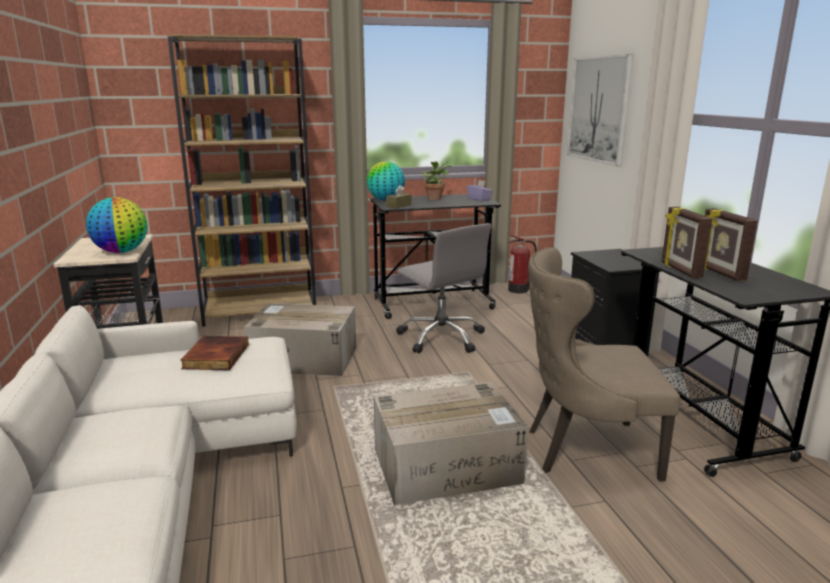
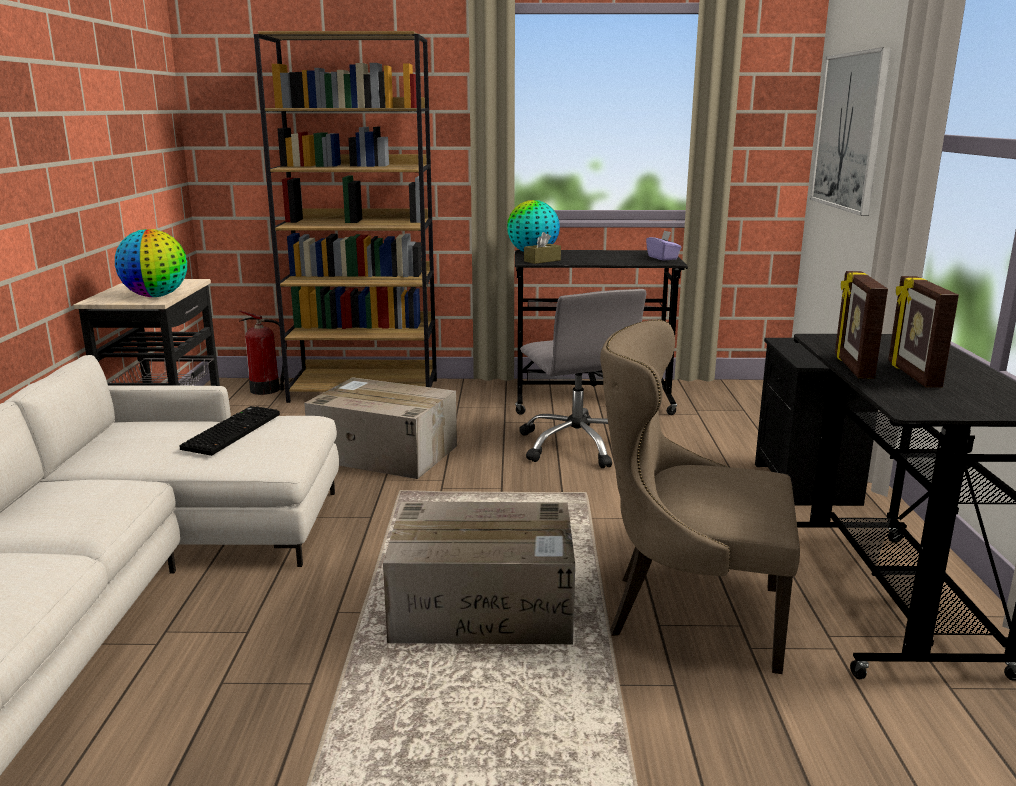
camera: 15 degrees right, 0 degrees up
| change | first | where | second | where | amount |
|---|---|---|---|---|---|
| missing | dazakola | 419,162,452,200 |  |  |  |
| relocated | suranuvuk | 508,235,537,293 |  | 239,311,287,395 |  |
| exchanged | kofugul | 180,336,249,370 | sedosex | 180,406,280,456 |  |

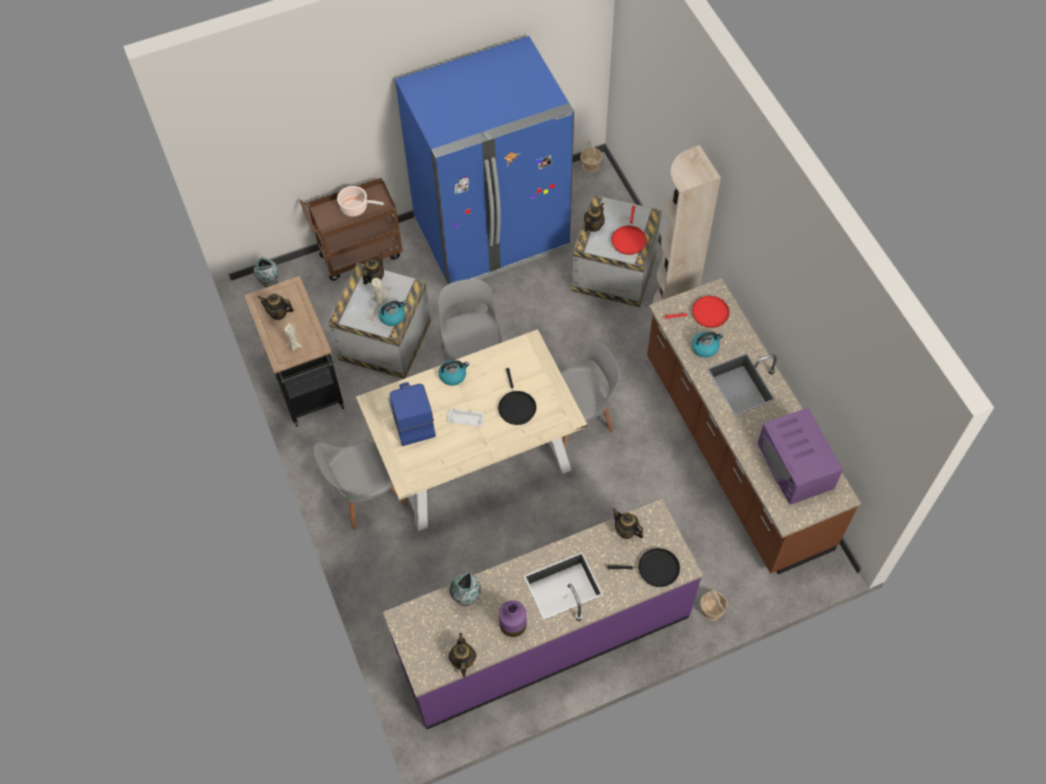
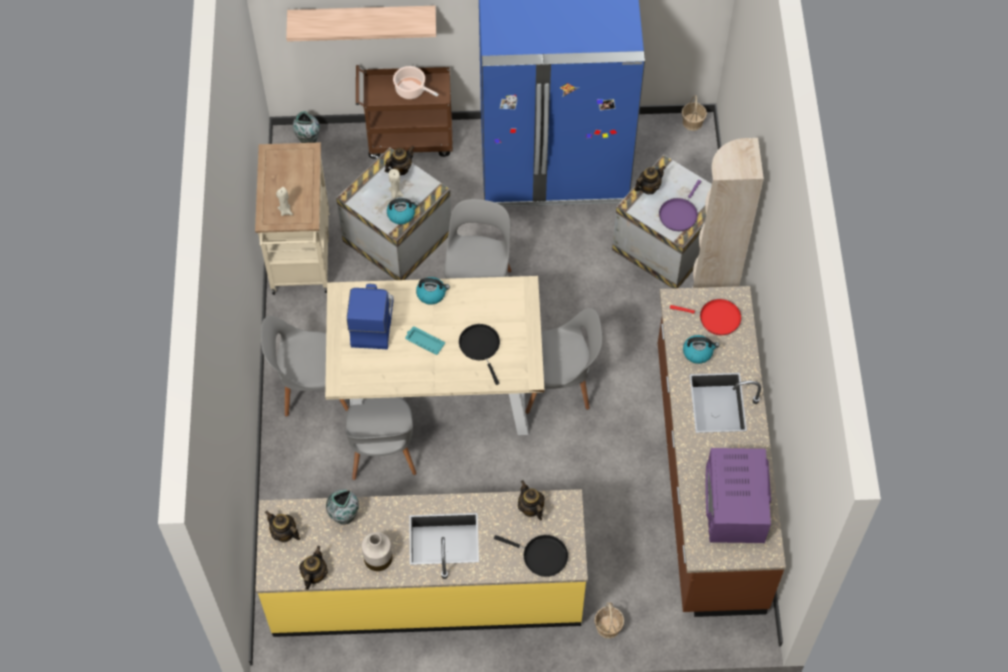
camera: 20 degrees right, 0 degrees up
| change | first | where | second | where | amount |
|---|---|---|---|---|---|
| appeared |  |  | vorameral | 286,6,436,42 |  |
| appeared |  |  | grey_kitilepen | 346,397,416,480 |  |
| relocated | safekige | 258,294,294,320 |  | 265,511,300,542 |  |
| colour | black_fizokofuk | 244,276,344,427 | beige_fizokofuk | 255,142,330,295 |  |
| colour | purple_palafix | 383,499,703,729 | yellow_palafix | 256,489,588,637 |  |
| colour | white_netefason | 447,409,485,427 | turquoise_netefason | 405,327,445,355 |  |
| colour | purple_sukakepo | 499,600,527,637 | beige_sukakepo | 362,532,393,571 |  |
| colour | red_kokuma | 611,206,646,255 | purple_kokuma | 659,180,701,231 |  |
| spun | black_kokuma | 498,368,536,425 |  | 459,324,500,385 | 150 degrees clockwise |

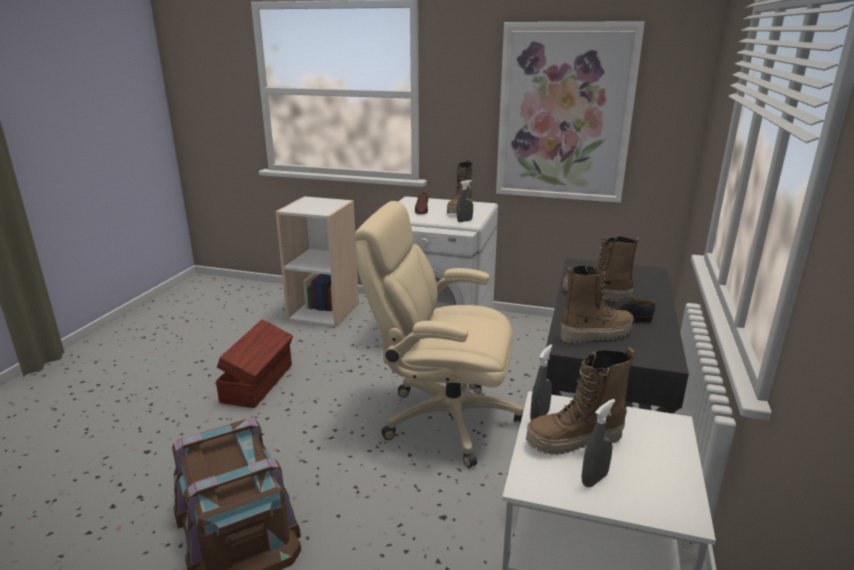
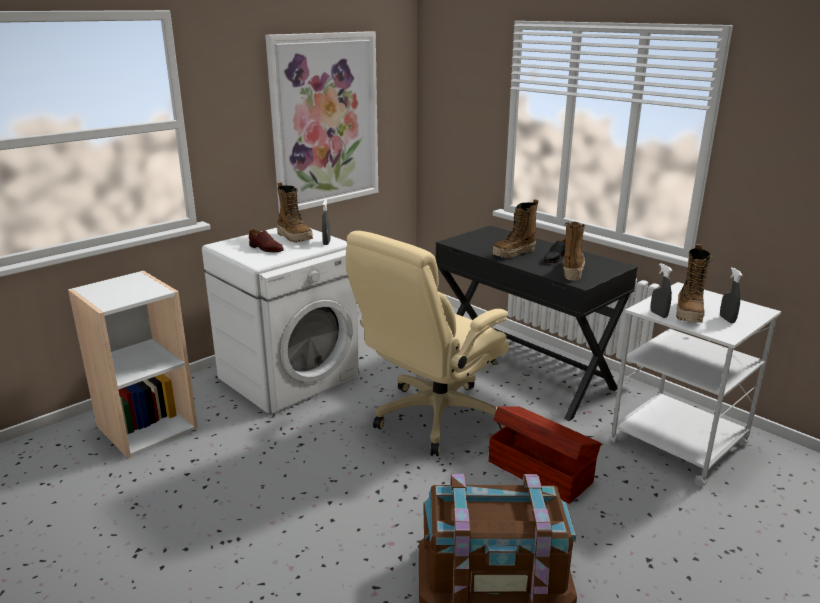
camera: 60 degrees left, 0 degrees up
| change | first | where | second | where | amount |
|---|---|---|---|---|---|
| relocated | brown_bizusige | 216,319,293,408 |  | 489,406,601,504 |  |

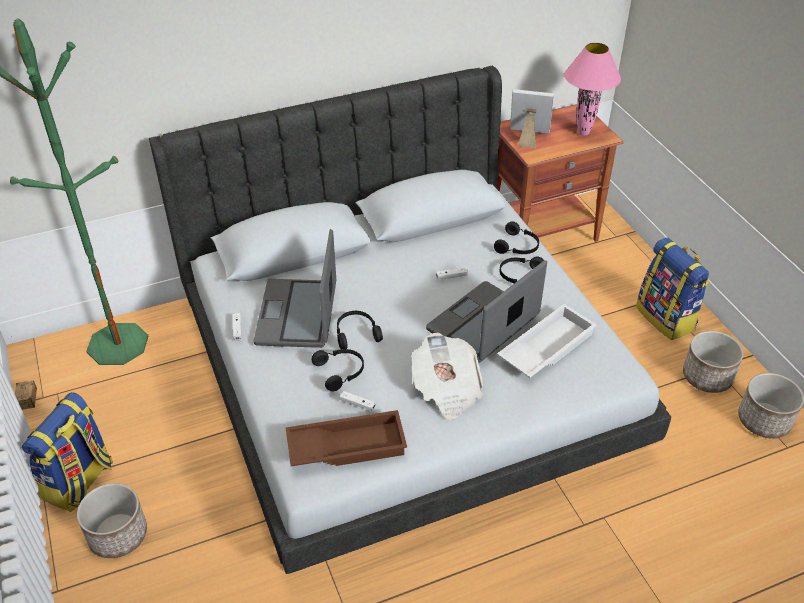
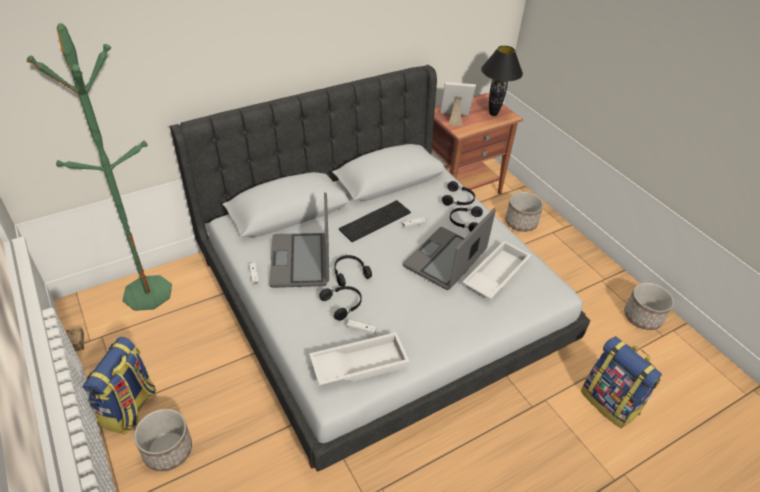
camera: 10 degrees left, 0 degrees up
| change | first | where | second | where | amount |
|---|---|---|---|---|---|
| missing | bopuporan | 411,332,484,420 |  |  |  |
| appeared |  |  | sedosex | 339,200,411,242 |  |
| relocated | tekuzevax | 636,238,709,340 |  | 581,336,662,428 |  |
| relocated | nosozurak | 683,331,744,393 |  | 505,192,544,232 |  |
| colour | brown_netefason | 286,410,407,466 | white_netefason | 309,332,409,385 |  |
| colour | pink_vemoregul | 564,42,621,136 | black_vemoregul | 481,46,523,116 |  |

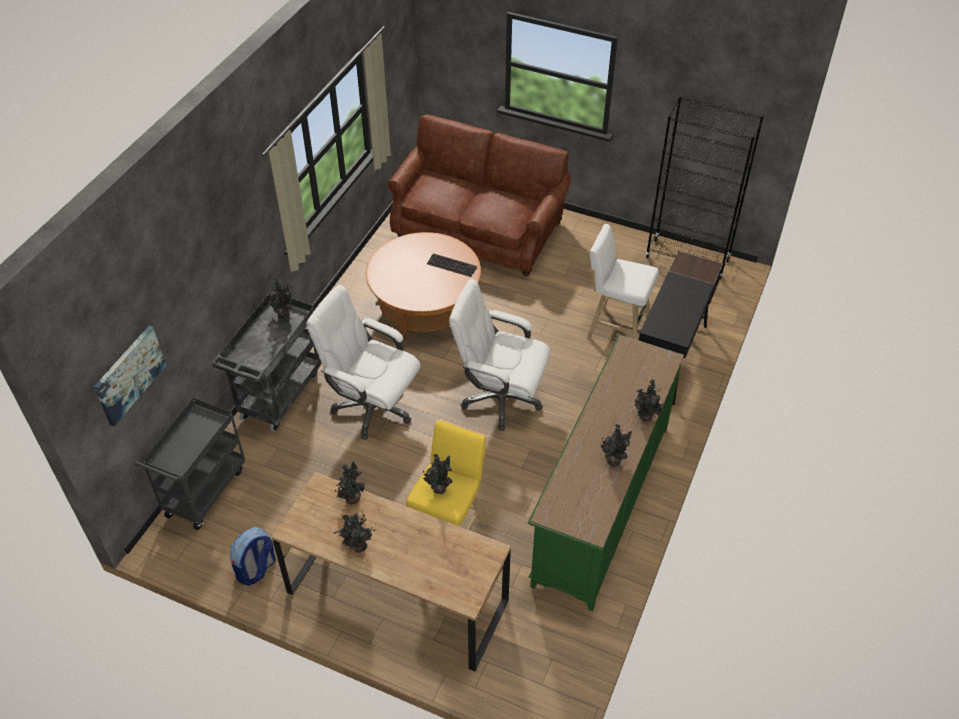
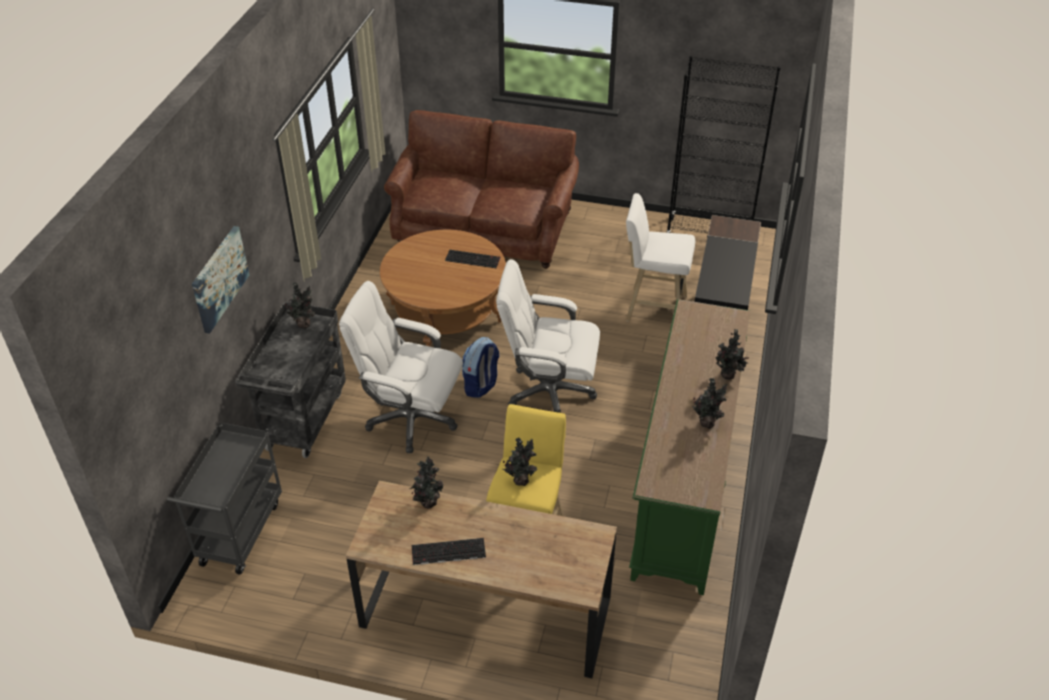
camera: 10 degrees left, 5 degrees down
| change | first | where | second | where | amount |
|---|---|---|---|---|---|
| relocated | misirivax | 94,326,166,426 |  | 192,226,249,334 |  |
| relocated | tekuzevax | 230,527,276,586 |  | 462,337,499,398 |  |
| exchanged | dazakola | 333,512,374,553 | sedosex | 412,538,486,565 |  |

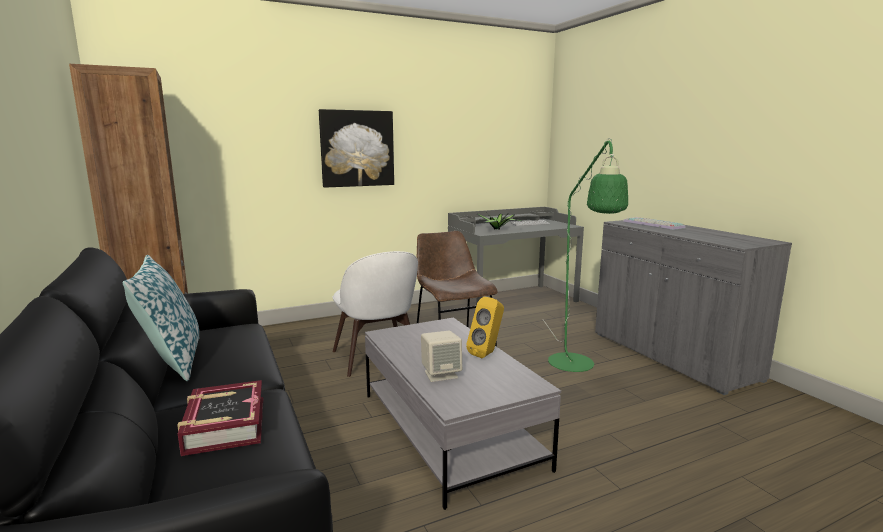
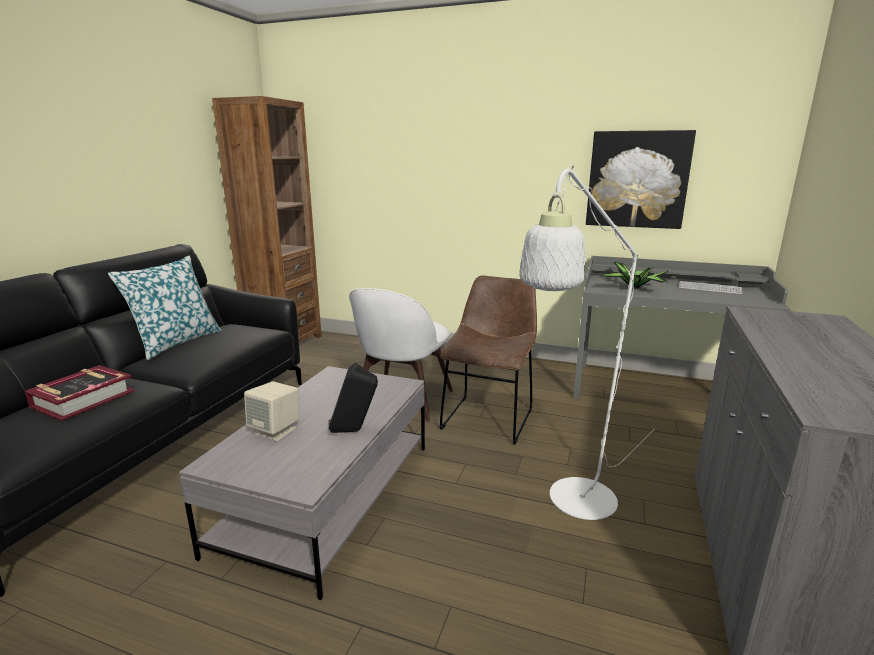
camera: 45 degrees right, 5 degrees up
| change | first | where | second | where | amount |
|---|---|---|---|---|---|
| missing | sedosex | 623,217,686,230 |  |  |  |
| relocated | misirivax | 319,109,394,188 |  | 586,130,696,229 |  |
| colour | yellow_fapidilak | 466,297,504,358 | black_fapidilak | 329,363,378,433 |  |
| colour | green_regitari | 543,138,628,372 | white_regitari | 519,164,655,520 |  |

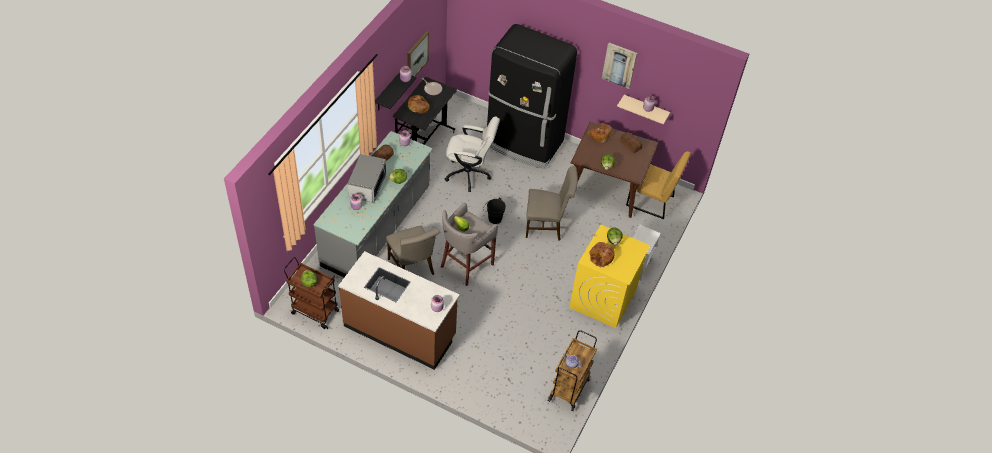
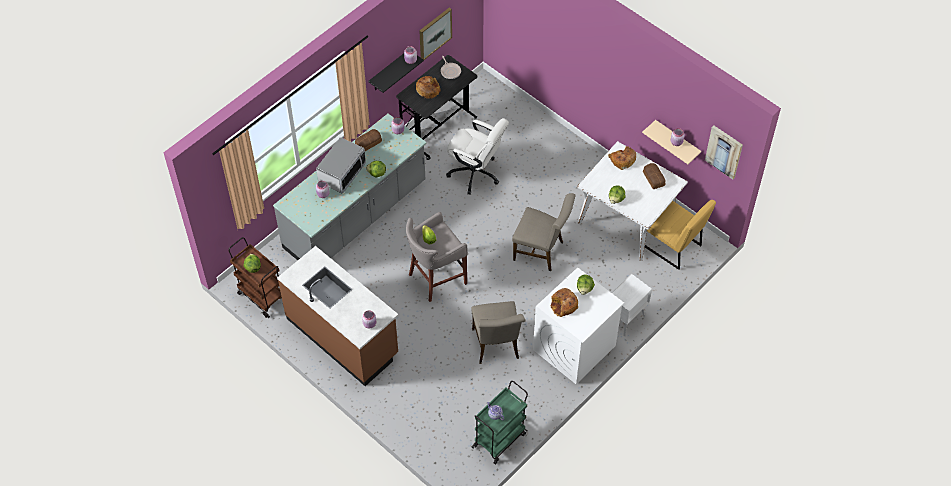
camera: 20 degrees right, 5 degrees up
| change | first | where | second | where | amount |
|---|---|---|---|---|---|
| missing | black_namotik | 483,198,506,224 |  |  |  |
| missing | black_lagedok | 487,24,577,169 |  |  |  |
| relocated | beige_kitilepen | 386,226,440,275 |  | 471,301,526,364 |  |
| relocated | misirivax | 602,43,637,89 |  | 705,125,743,180 |  |
| colour | brown_fizokofuk | 548,330,597,411 | green_fizokofuk | 472,381,528,464 |  |
| colour | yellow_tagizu | 569,225,651,328 | white_tagizu | 533,267,624,384 |  |
| colour | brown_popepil | 571,122,658,218 | white_popepil | 577,141,688,261 |  |

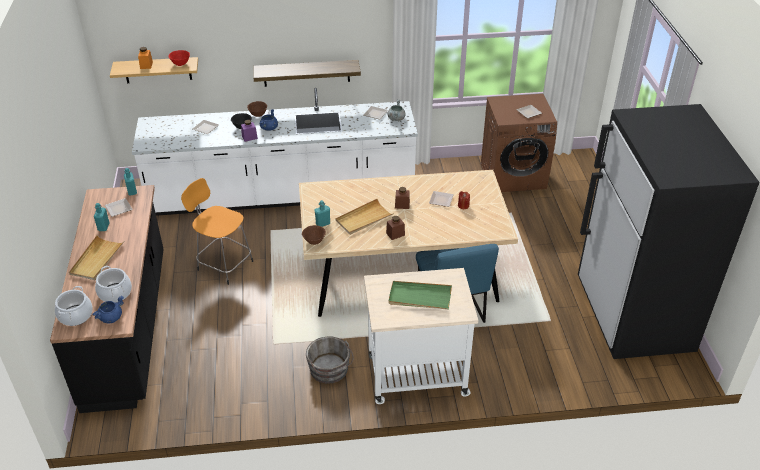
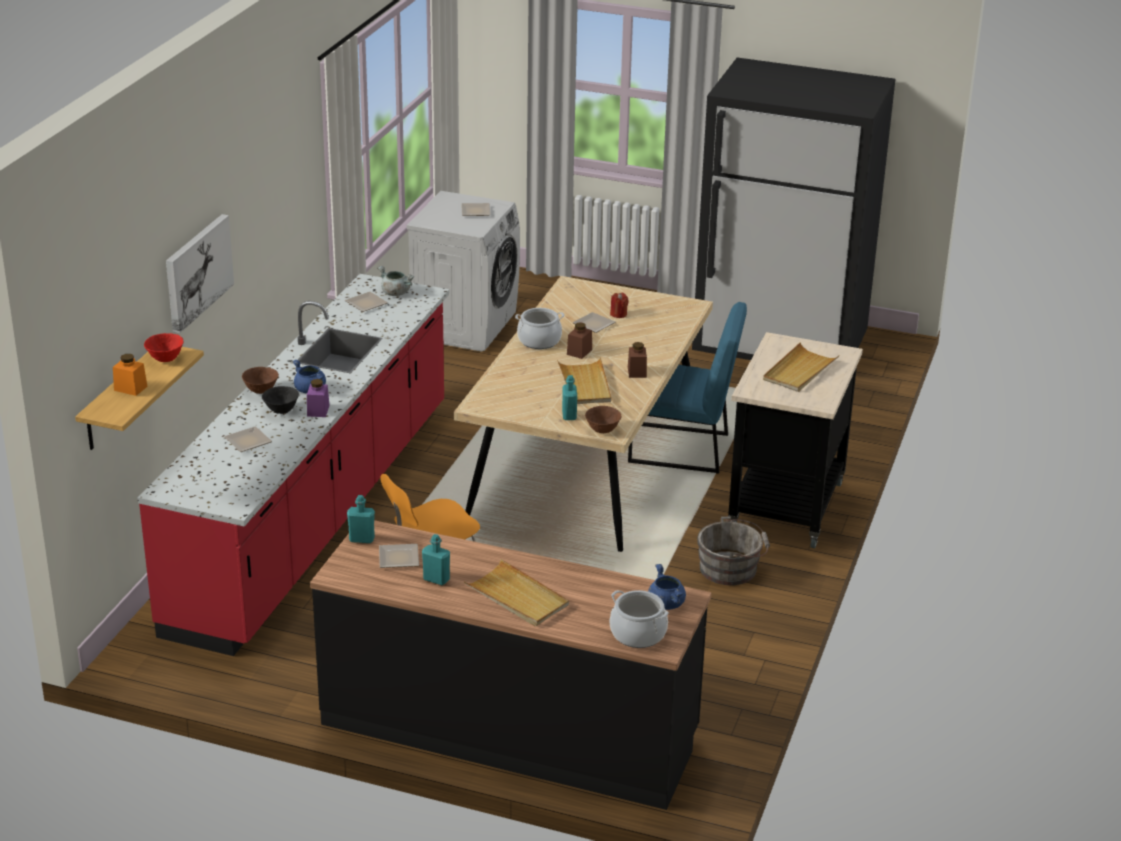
camera: 65 degrees left, 10 degrees down
| change | first | where | second | where | amount |
|---|---|---|---|---|---|
| missing | vorameral | 253,60,361,87 |  |  |  |
| appeared |  |  | misirivax | 166,214,234,333 |  |
| relocated | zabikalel | 95,266,132,303 |  | 515,308,564,349 |  |
| colour | white_palafix | 132,88,418,216 | red_palafix | 138,274,449,656 |  |
| colour | white_fizokofuk | 364,268,478,404 | black_fizokofuk | 728,332,863,548 |  |
| colour | green_netefason | 388,281,452,310 | beige_netefason | 763,342,840,392 |  |
| colour | brown_tagizu | 481,94,557,192 | white_tagizu | 407,191,520,352 |  |

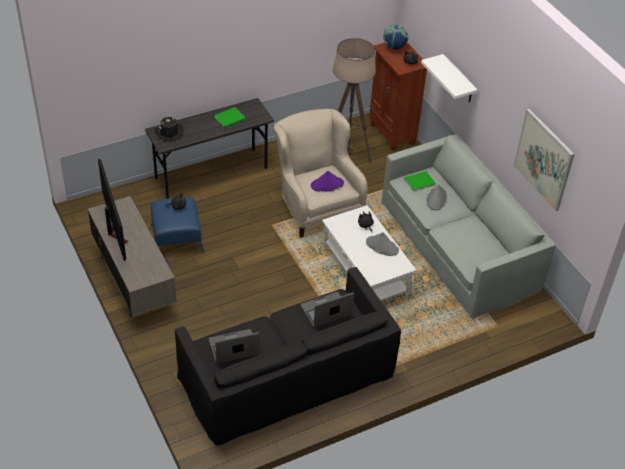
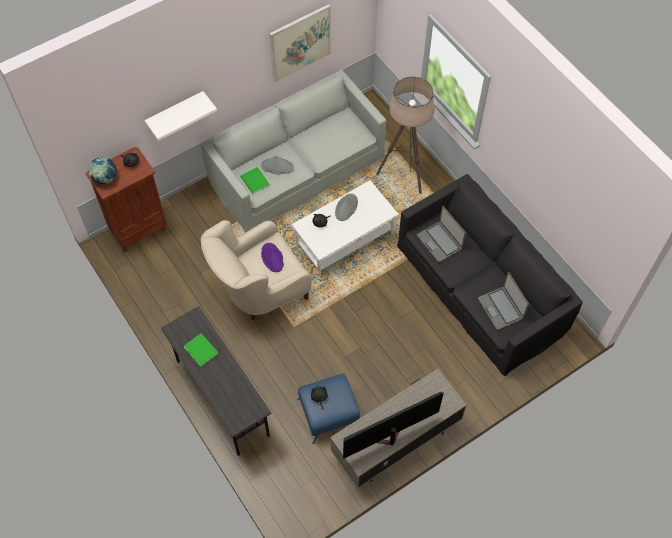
camera: 95 degrees left, 15 degrees up
| change | first | where | second | where | amount |
|---|---|---|---|---|---|
| missing | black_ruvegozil | 155,116,184,141 |  |  |  |
| relocated | regitari | 333,38,376,163 |  | 377,77,434,194 |  |

